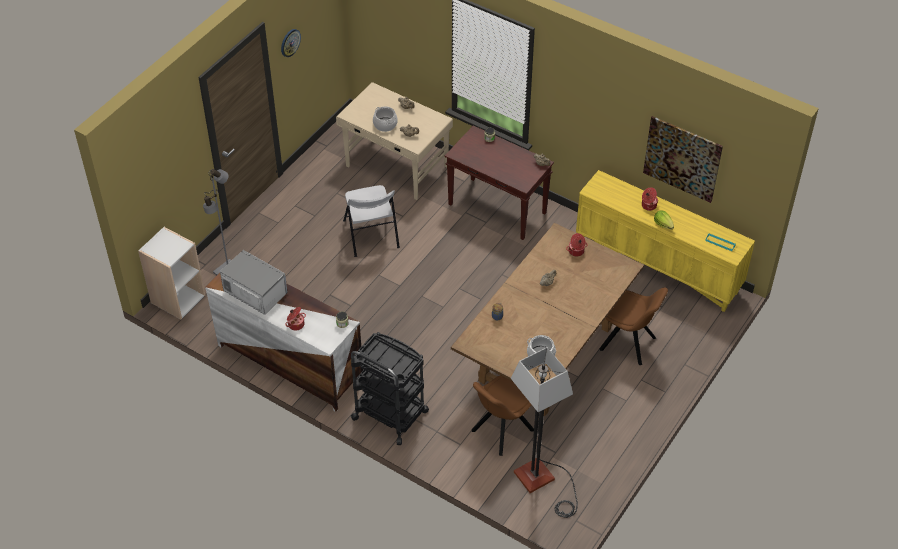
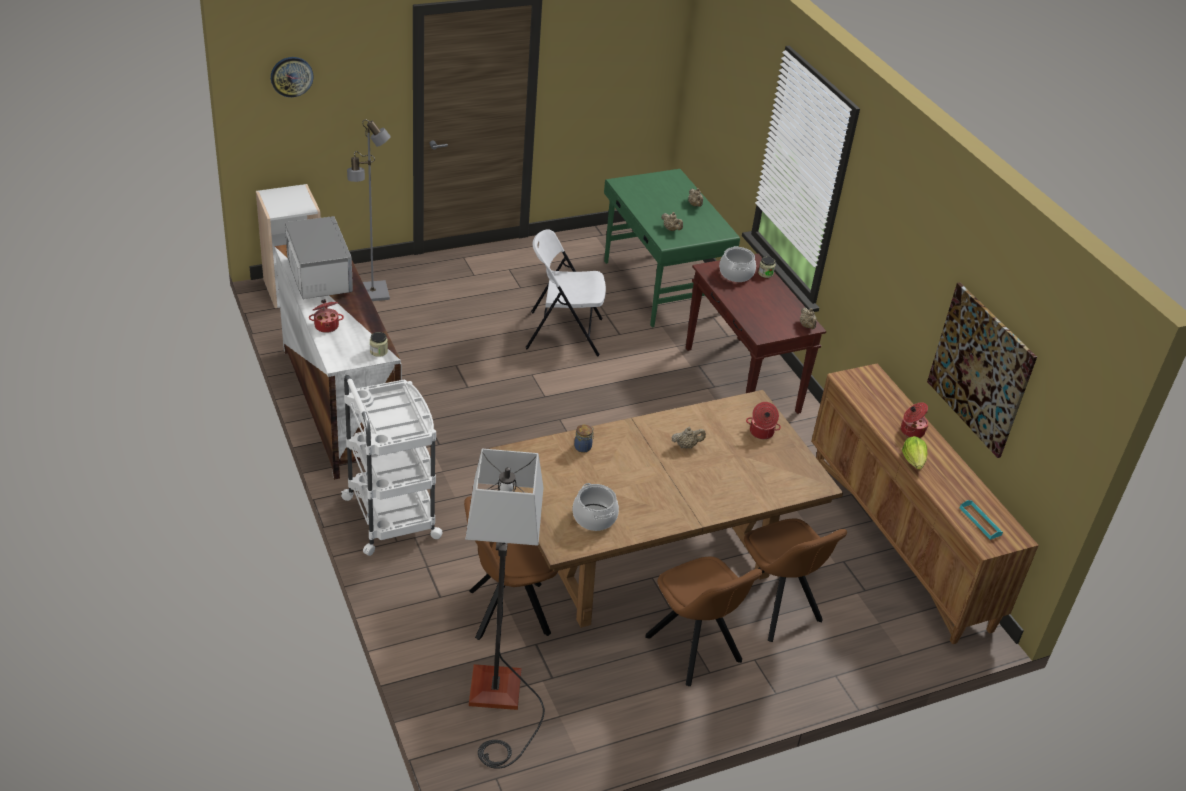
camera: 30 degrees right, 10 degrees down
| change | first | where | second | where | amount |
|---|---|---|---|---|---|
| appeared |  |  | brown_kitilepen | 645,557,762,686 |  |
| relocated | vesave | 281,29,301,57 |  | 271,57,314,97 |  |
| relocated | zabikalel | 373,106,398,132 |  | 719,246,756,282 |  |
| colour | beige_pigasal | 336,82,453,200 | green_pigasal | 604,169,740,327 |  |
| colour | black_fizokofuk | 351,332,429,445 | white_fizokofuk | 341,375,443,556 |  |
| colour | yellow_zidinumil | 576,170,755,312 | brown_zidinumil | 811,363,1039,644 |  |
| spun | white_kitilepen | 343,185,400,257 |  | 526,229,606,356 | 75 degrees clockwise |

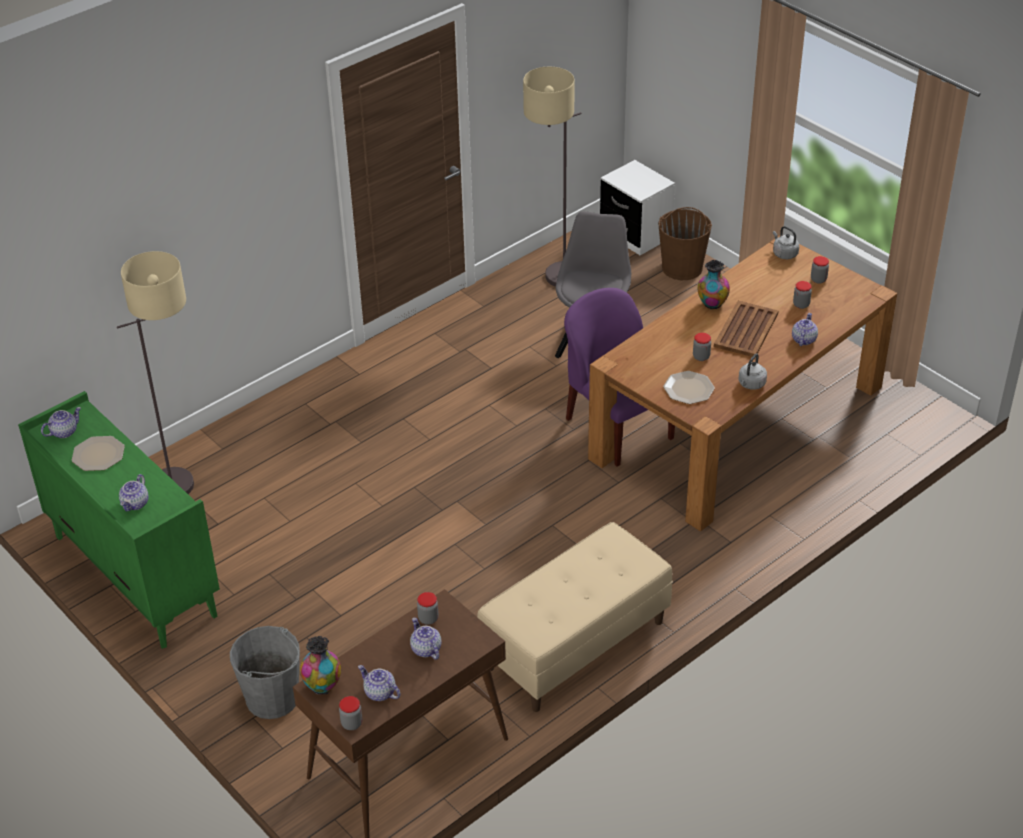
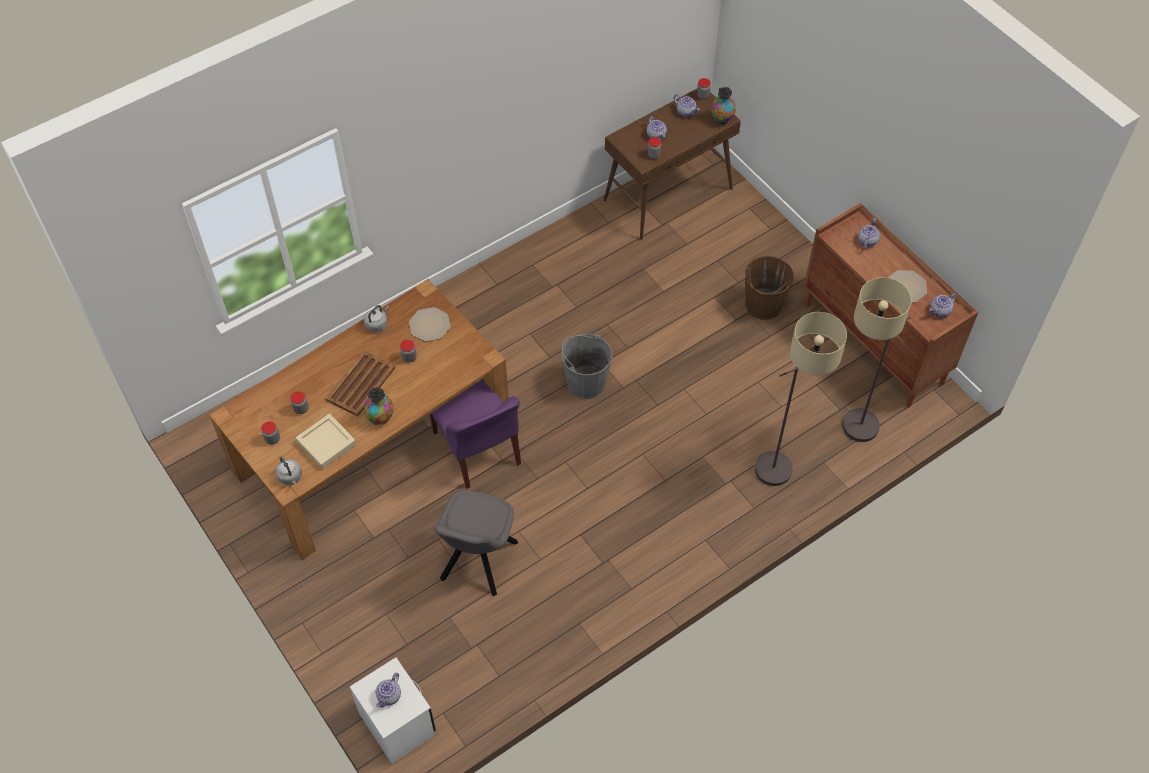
camera: 175 degrees left, 15 degrees up
| change | first | where | second | where | amount |
|---|---|---|---|---|---|
| missing | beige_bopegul | 477,522,673,712 |  |  |  |
| appeared |  |  | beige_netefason | 296,414,356,469 |  |
| relocated | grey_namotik | 230,626,300,719 |  | 561,334,612,399 |  |
| relocated | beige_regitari | 523,67,582,287 |  | 755,312,847,486 |  |
| relocated | brown_namotik | 658,207,712,280 |  | 745,256,794,320 |  |
| relocated | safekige | 792,313,818,346 |  | 376,673,401,708 |  |
| colour | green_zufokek | 18,391,220,649 | brown_zufokek | 804,203,978,408 |  |

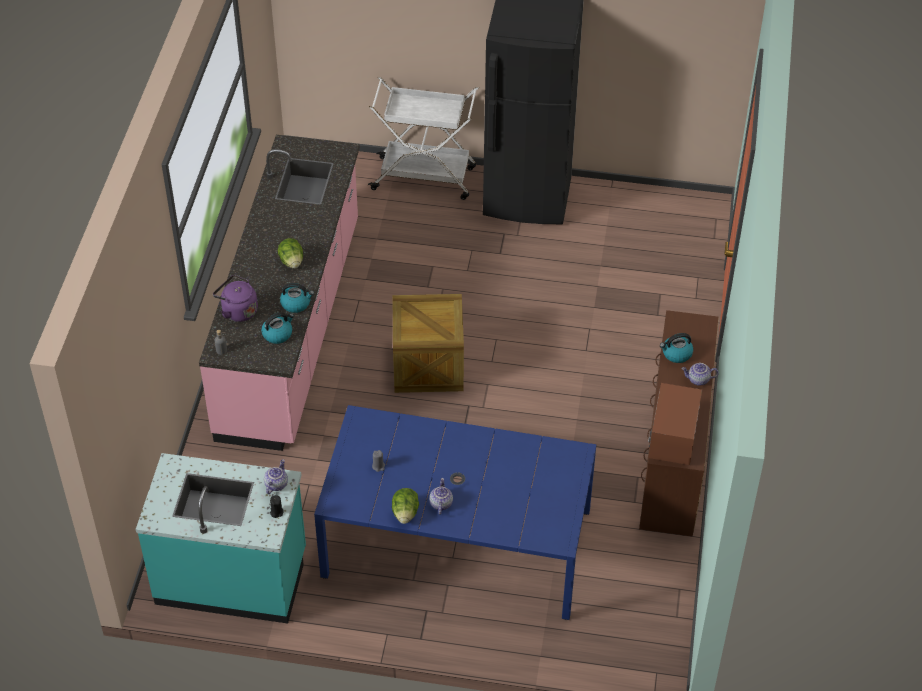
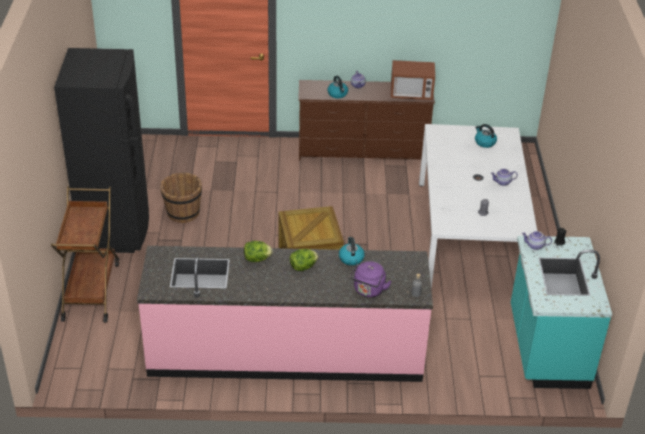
camera: 100 degrees left, 10 degrees down
| change | first | where | second | where | amount |
|---|---|---|---|---|---|
| appeared |  |  | brown_namotik | 160,172,202,223 |  |
| relocated | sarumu | 261,312,294,344 |  | 475,124,497,148 |  |
| relocated | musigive | 392,488,419,524 |  | 244,241,273,262 |  |
| colour | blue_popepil | 314,405,596,620 | white_popepil | 419,124,537,289 |  |
| colour | white_fizokofuk | 368,77,479,200 | brown_fizokofuk | 51,186,119,322 |  |

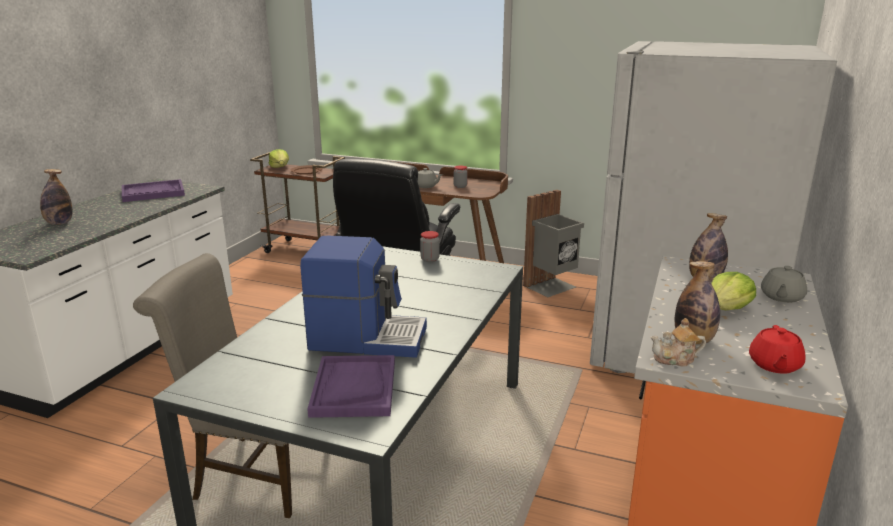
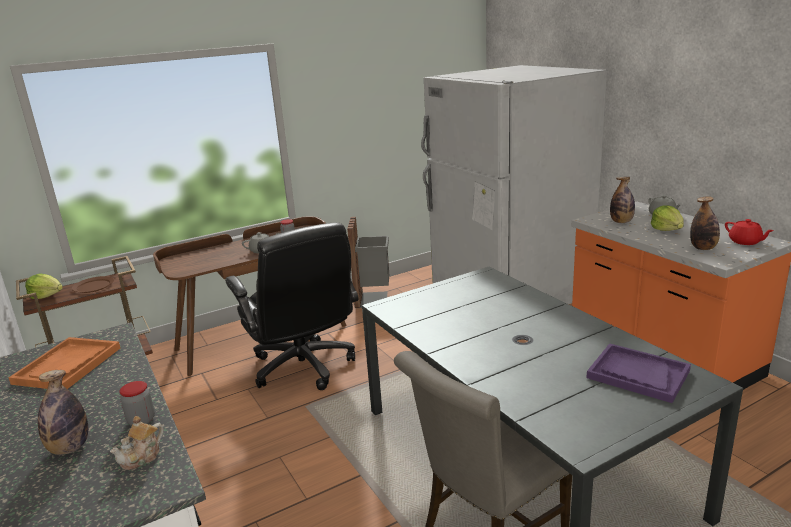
camera: 50 degrees left, 0 degrees up
| change | first | where | second | where | amount |
|---|---|---|---|---|---|
| missing | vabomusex | 300,236,427,358 |  |  |  |
| relocated | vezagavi | 420,231,440,262 |  | 119,381,155,426 |  |
| relocated | safekige | 651,318,706,367 |  | 110,416,164,470 |  |
| colour | purple_netefason | 122,179,185,202 | orange_netefason | 8,337,120,389 |  |

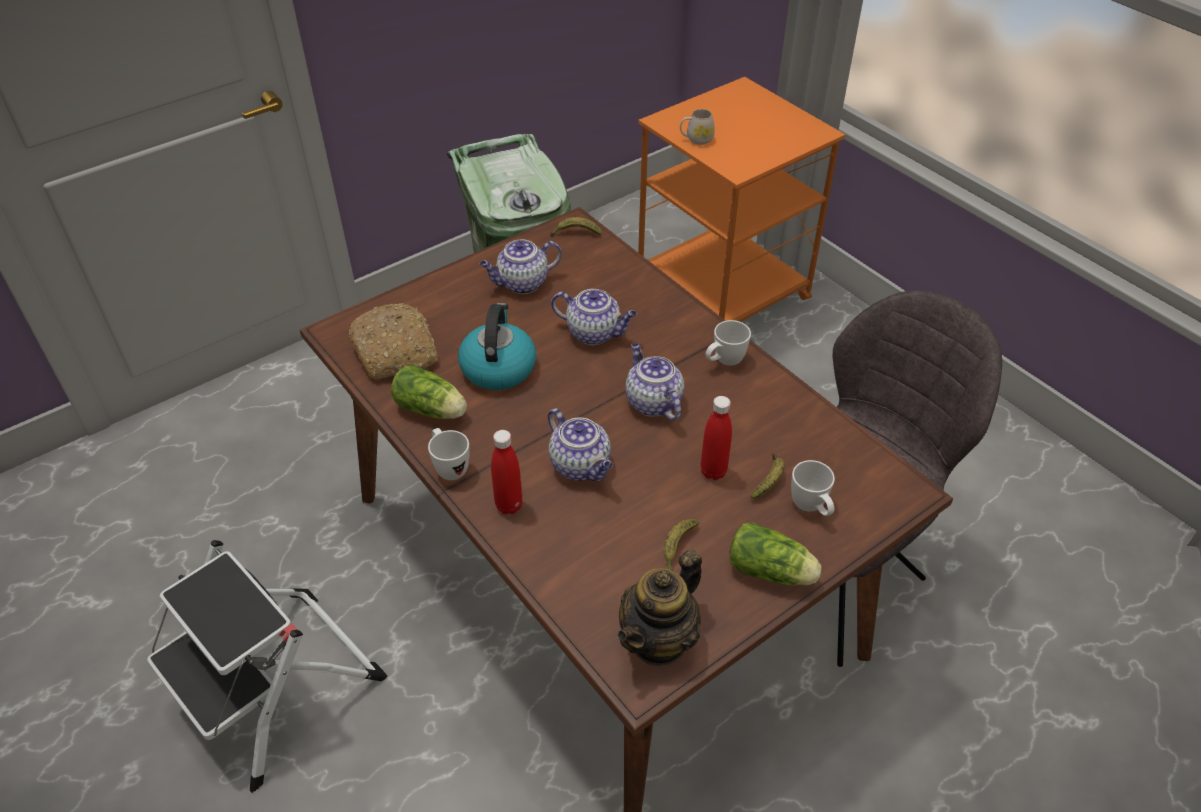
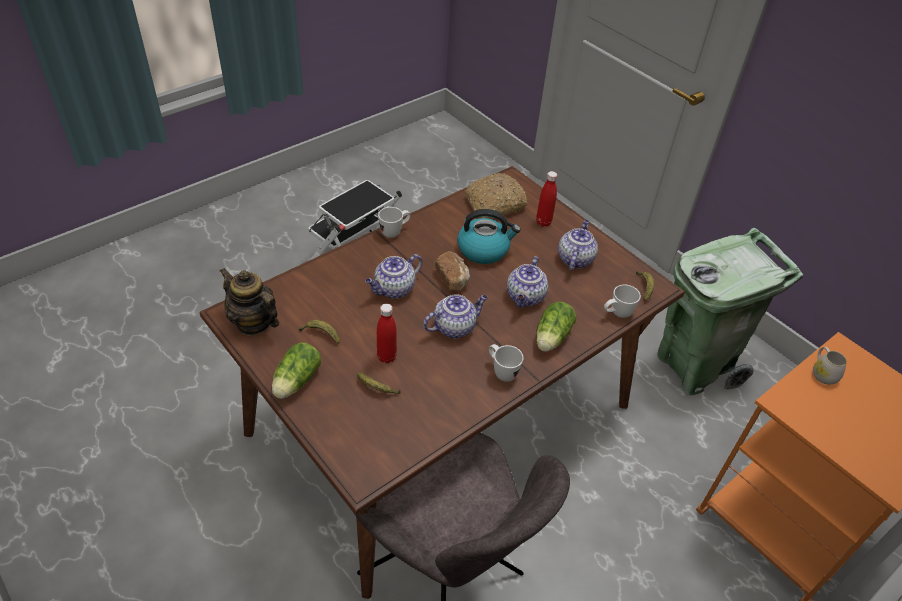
camera: 85 degrees right, 0 degrees up
| change | first | where | second | where | amount |
|---|---|---|---|---|---|
| appeared |  |  | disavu | 435,251,470,291 |  |
| relocated | musigive | 391,365,467,419 |  | 536,302,577,352 |  |
| relocated | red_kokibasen | 491,430,523,514 |  | 536,171,557,227 |  |
| relocated | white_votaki | 791,460,835,516 |  | 604,284,641,318 |  |
| spun | safekige | 480,239,562,294 |  | 558,219,598,270 | 45 degrees clockwise |

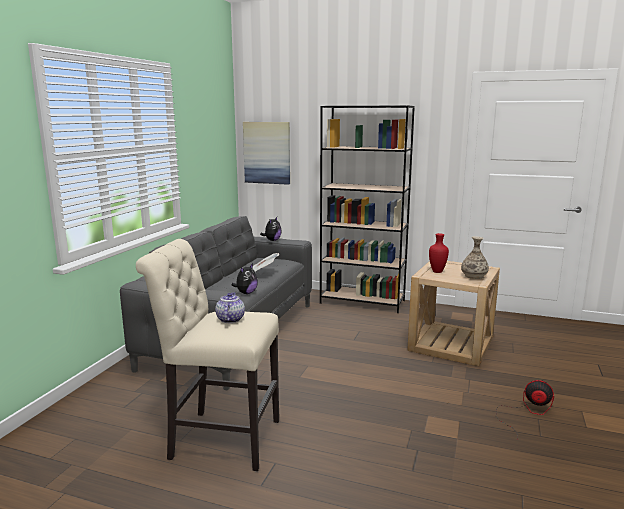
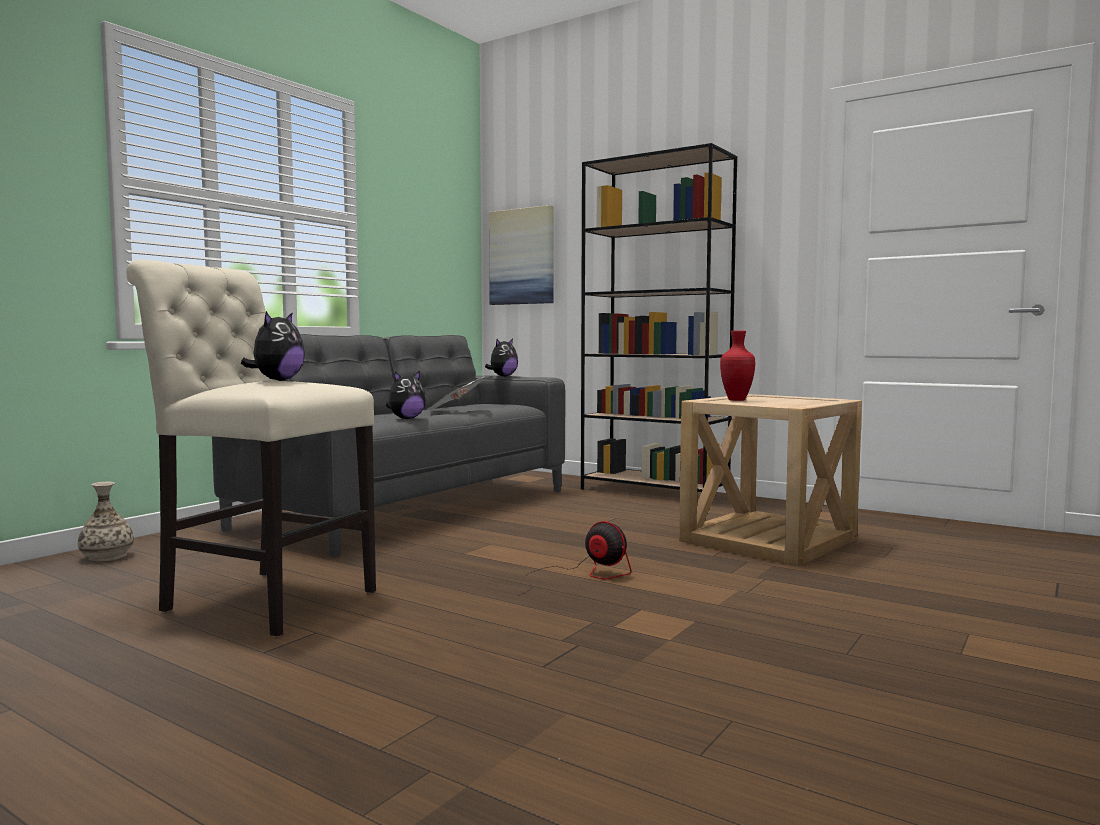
camera: 15 degrees right, 10 degrees down
| change | first | where | second | where | amount |
|---|---|---|---|---|---|
| relocated | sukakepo | 461,236,489,279 |  | 78,482,134,562 |  |
| relocated | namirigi | 496,380,554,435 |  | 518,521,631,596 |  |
| exchanged | safekige | 215,292,245,323 | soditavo | 241,311,305,381 |  |

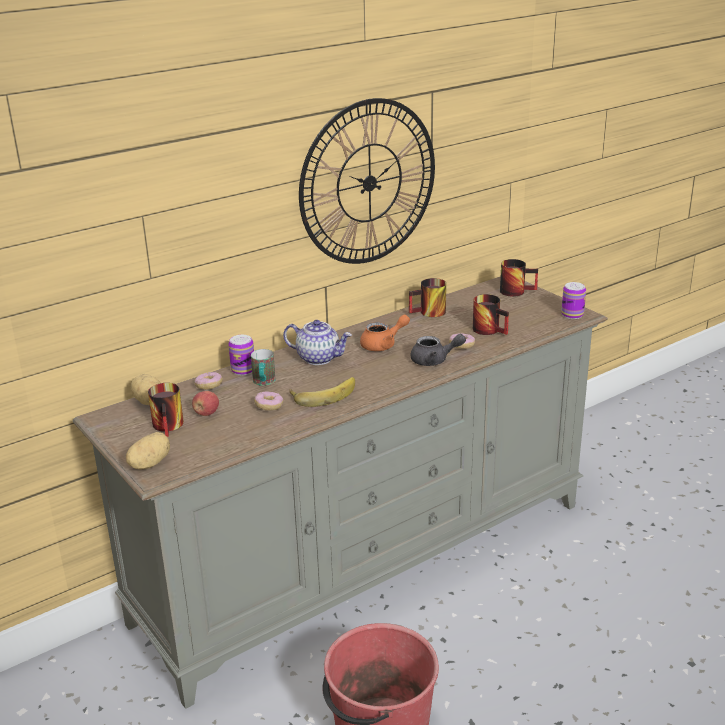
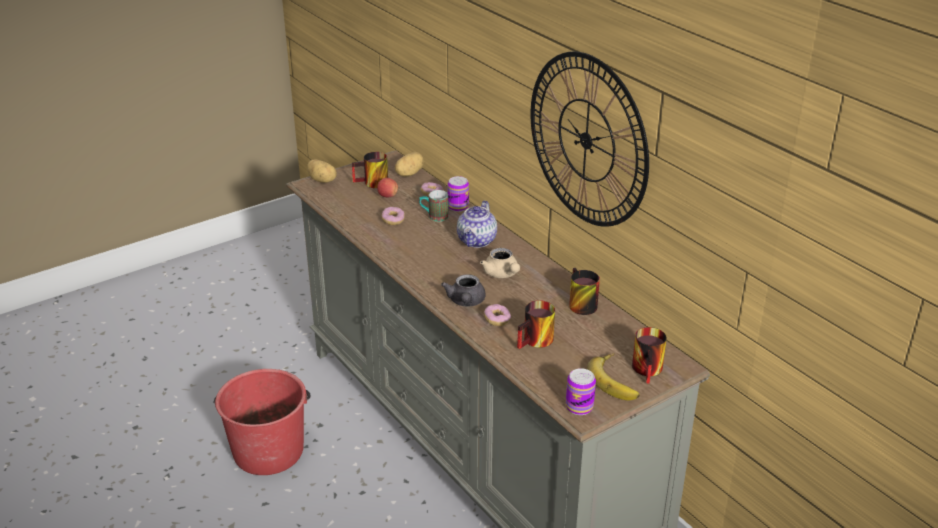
camera: 90 degrees right, 5 degrees up
| change | first | where | second | where | amount |
|---|---|---|---|---|---|
| relocated | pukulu | 289,377,355,407 |  | 587,353,640,400 |  |
| colour | orange_safekige | 360,314,410,351 | beige_safekige | 480,248,520,278 |  |

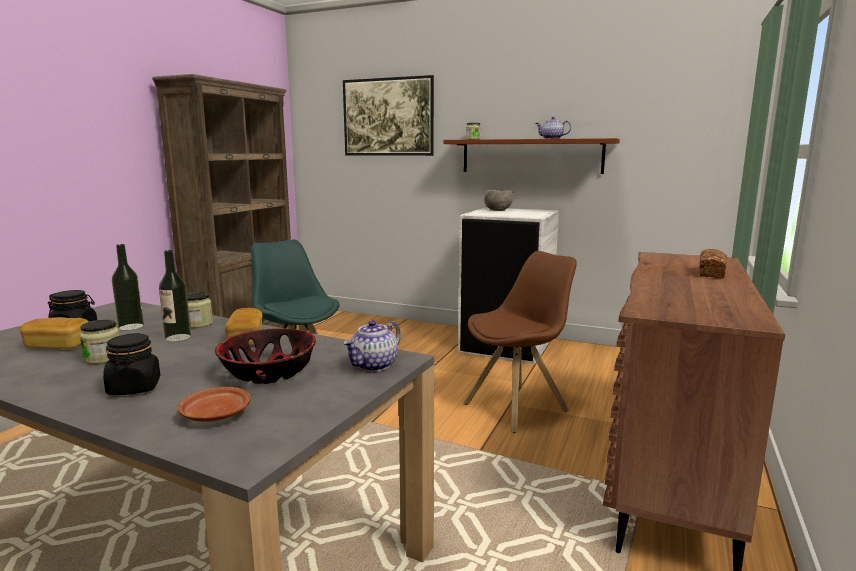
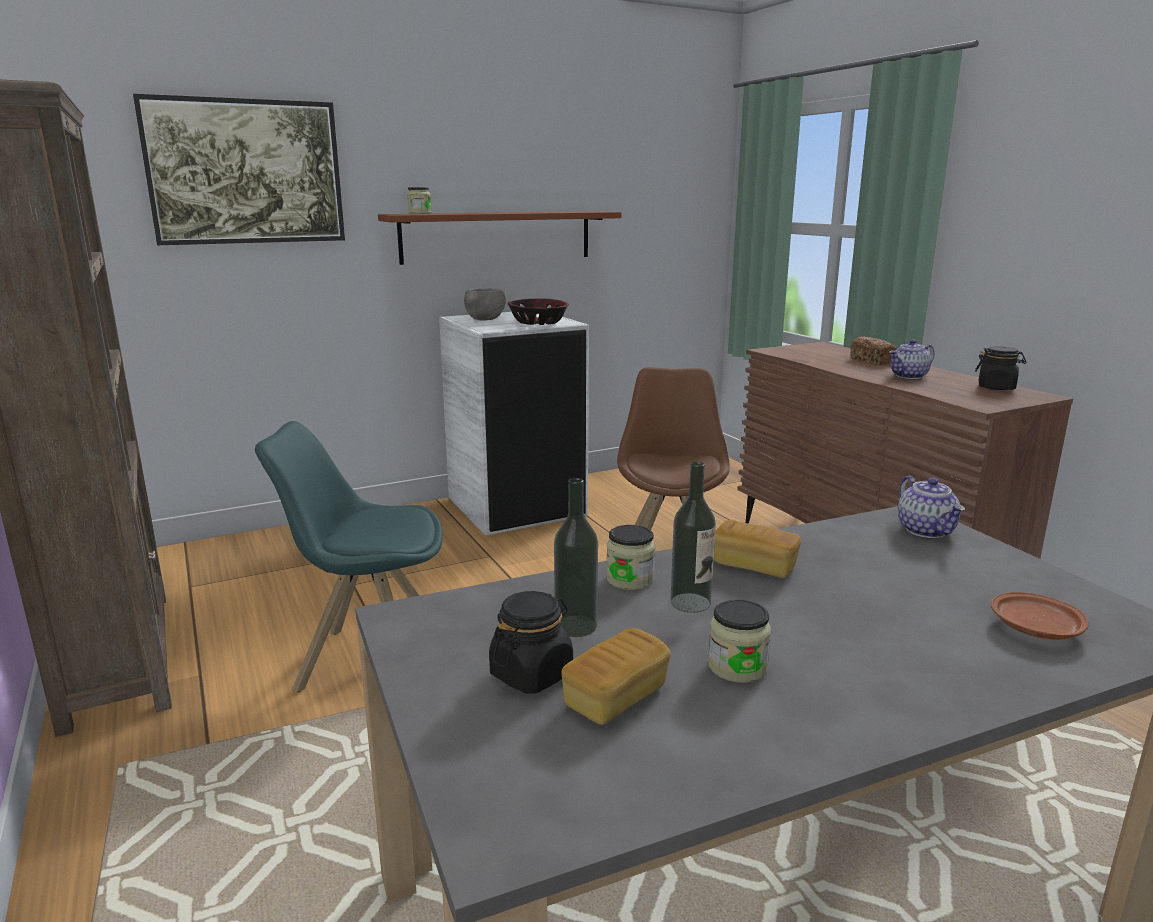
camera: 50 degrees left, 5 degrees up
| change | first | where | second | where | amount |
|---|---|---|---|---|---|
| relocated | black_vezagavi | 103,333,160,395 |  | 975,347,1026,390 |  |
| relocated | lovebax | 215,328,316,384 |  | 508,298,569,325 |  |
| relocated | safekige | 535,117,571,139 |  | 889,339,934,379 |  |

